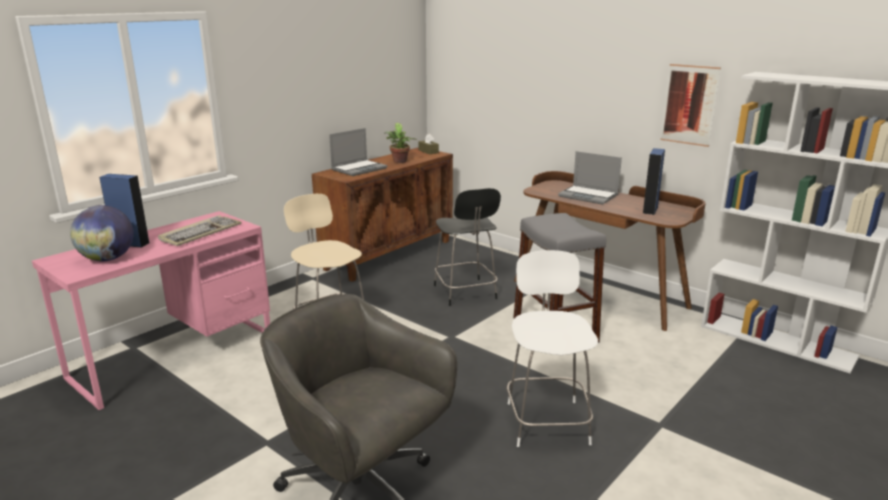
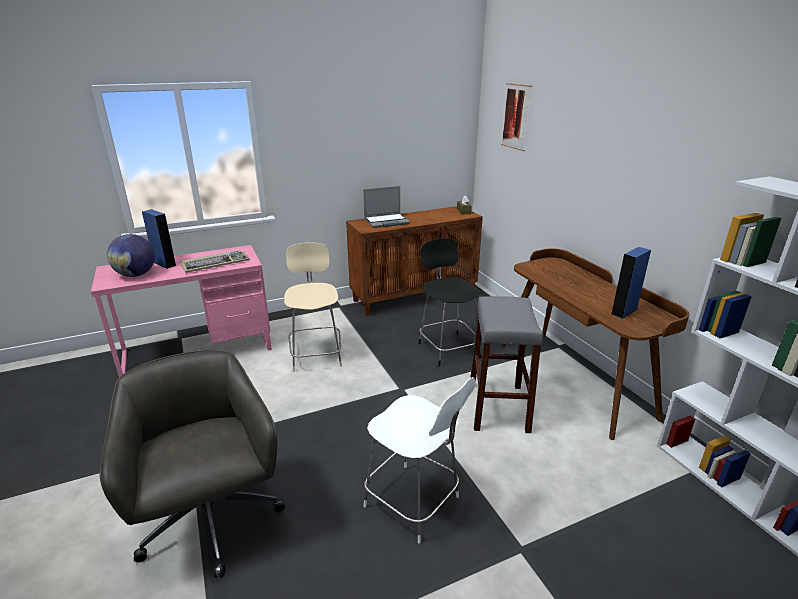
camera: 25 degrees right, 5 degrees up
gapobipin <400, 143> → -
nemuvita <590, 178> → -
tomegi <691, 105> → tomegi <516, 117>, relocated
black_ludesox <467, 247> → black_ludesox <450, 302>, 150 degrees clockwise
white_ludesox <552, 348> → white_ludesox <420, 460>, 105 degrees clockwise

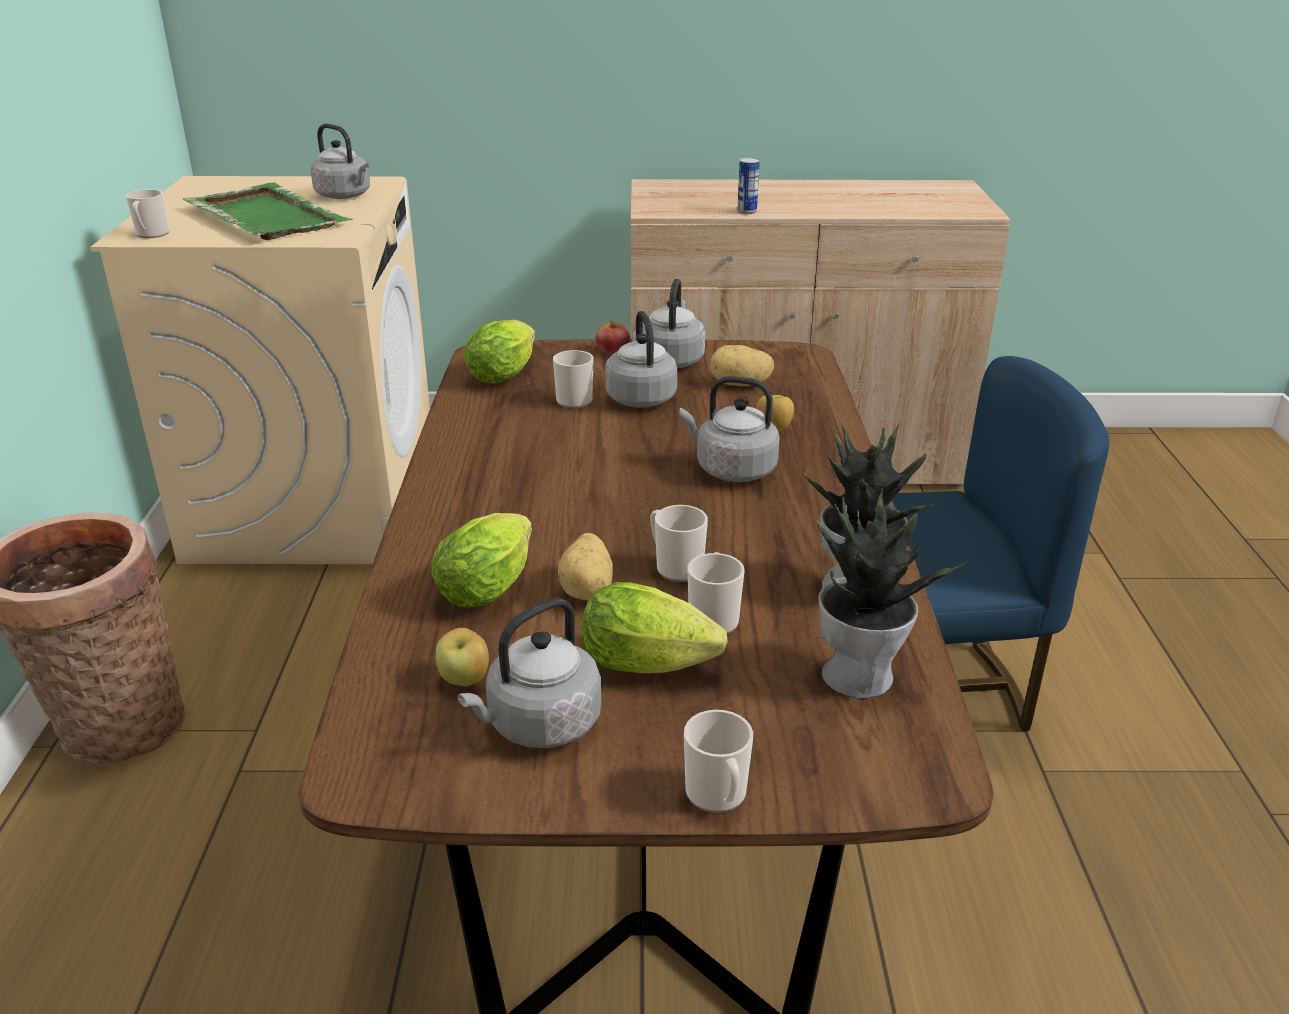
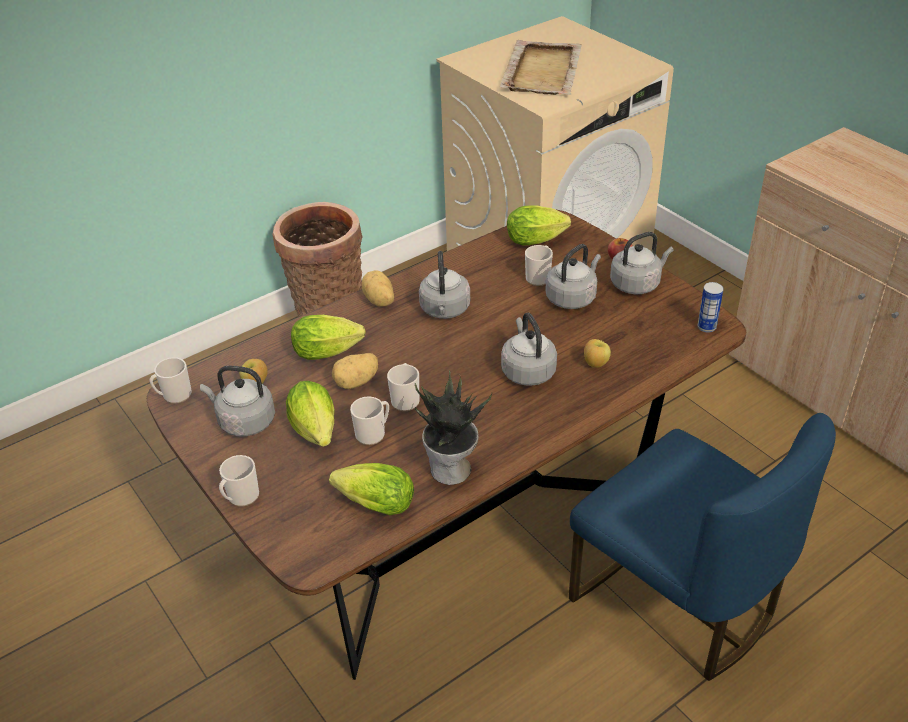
camera: 55 degrees right, 10 degrees up
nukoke <147, 213> → nukoke <171, 380>, relocated
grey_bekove <340, 161> → grey_bekove <444, 285>, relocated
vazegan <742, 365> → vazegan <378, 288>, relocated
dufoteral <748, 186> → dufoteral <710, 307>, relocated
gapobipin <891, 592> → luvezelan <371, 489>
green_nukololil <268, 211> → beige_nukololil <541, 67>

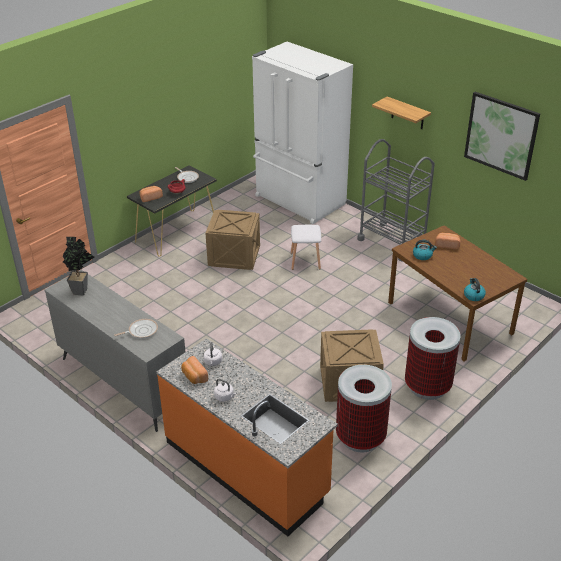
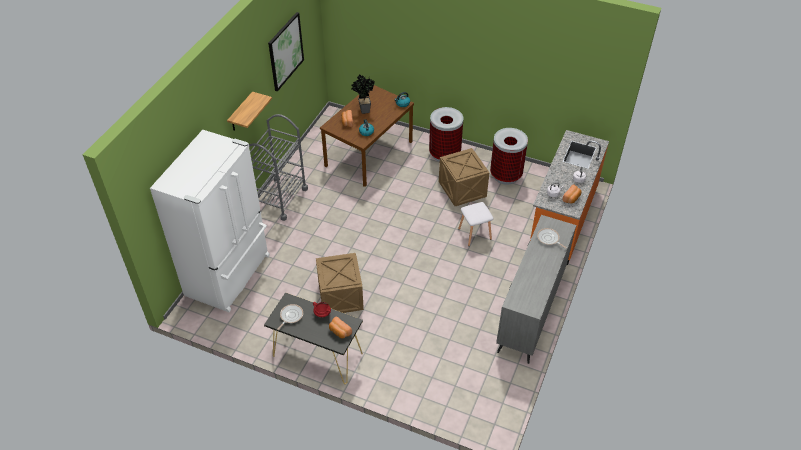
camera: 110 degrees left, 10 degrees up
gapobipin <79, 266> → gapobipin <363, 94>, relocated
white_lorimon <306, 247> → white_lorimon <475, 224>, relocated

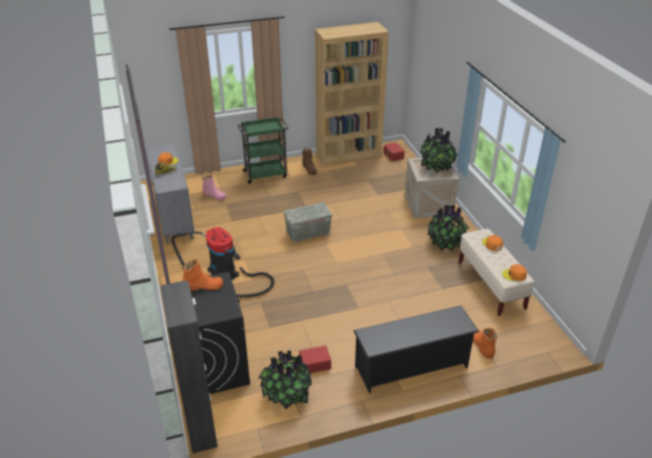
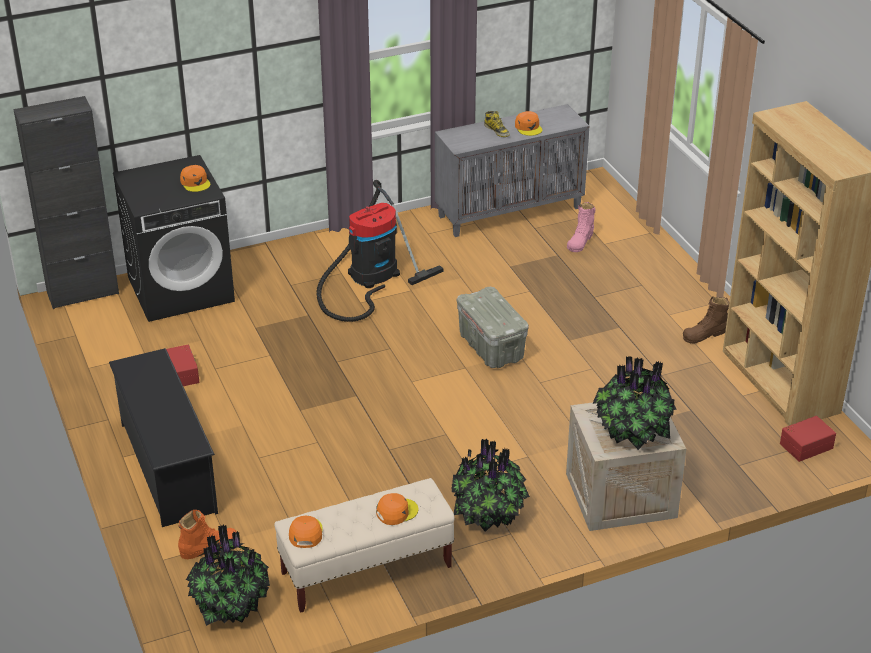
camera: 85 degrees right, 0 degrees up
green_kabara <263, 150> → -
gapobipin <285, 379> → gapobipin <228, 575>, relocated
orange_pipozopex <202, 275> → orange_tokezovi <195, 178>

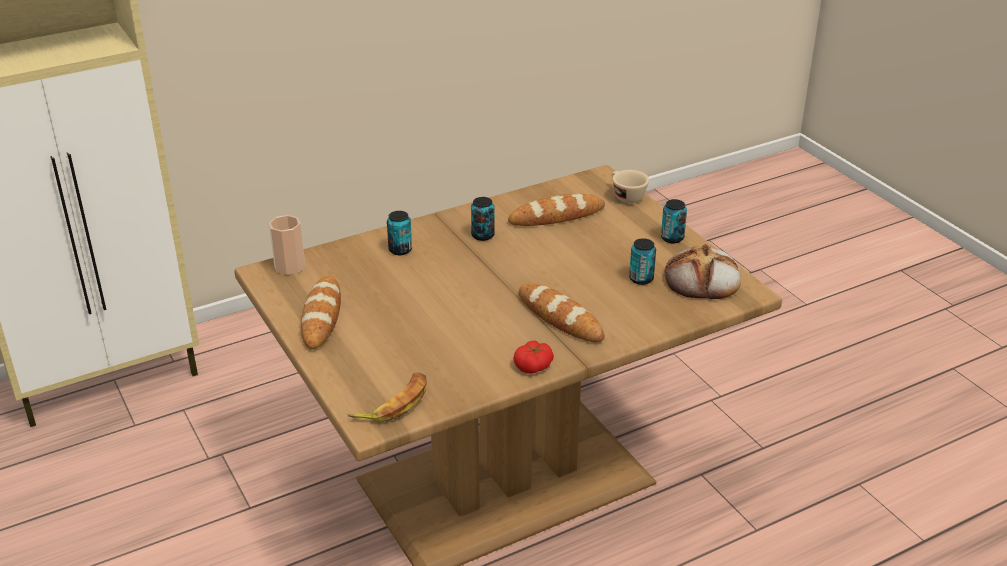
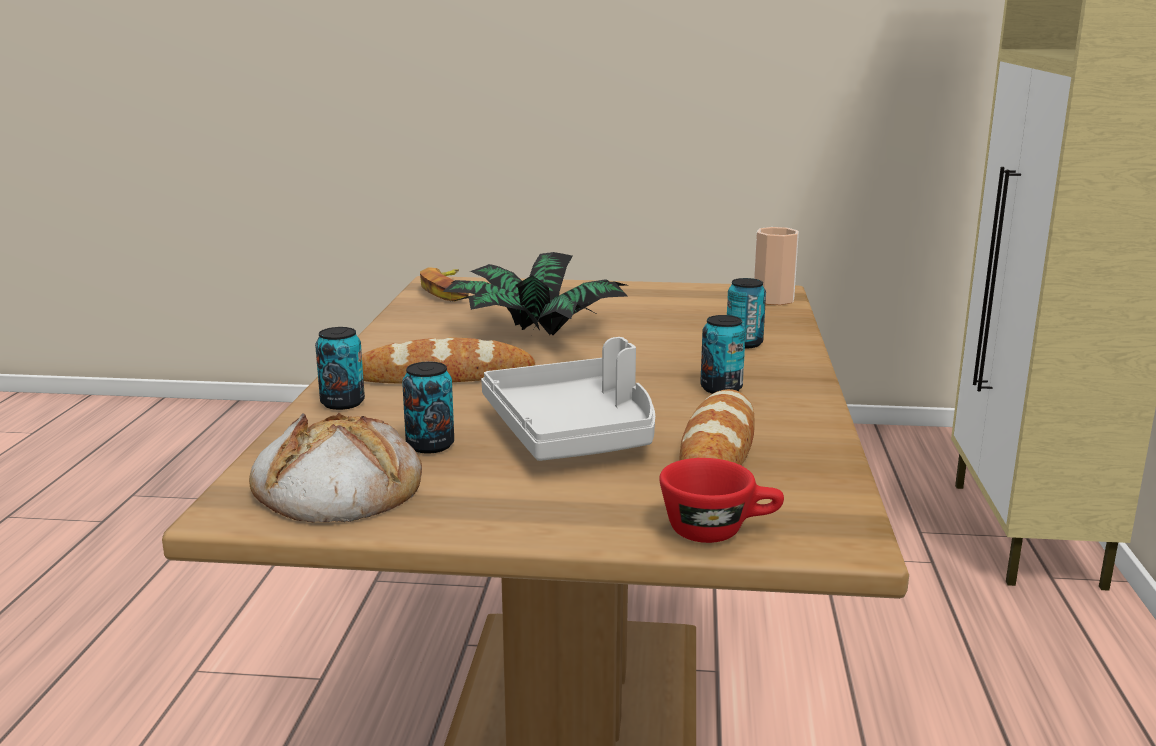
camera: 125 degrees right, 15 degrees down
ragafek <321, 312> → -
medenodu <533, 357> → -
- → gapobipin <535, 293>
- → grey_nukololil <568, 399>
dufoteral <674, 221> → dufoteral <340, 368>, relocated
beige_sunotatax <630, 186> → red_sunotatax <721, 500>

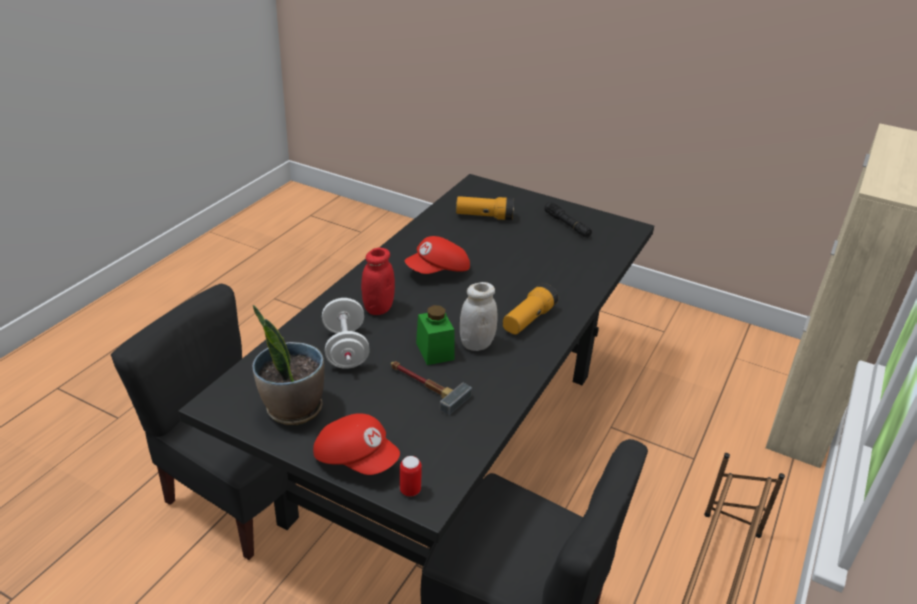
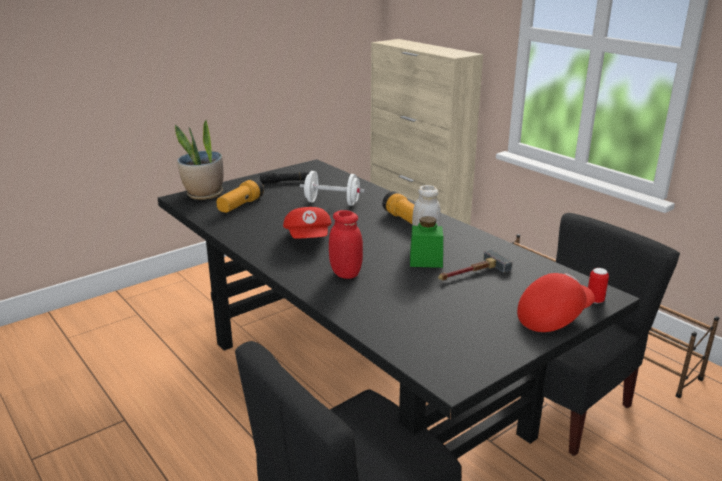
camera: 65 degrees left, 10 degrees down
gapobipin <288, 365> → gapobipin <199, 159>, relocated
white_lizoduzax <346, 333> → white_lizoduzax <332, 188>, relocated

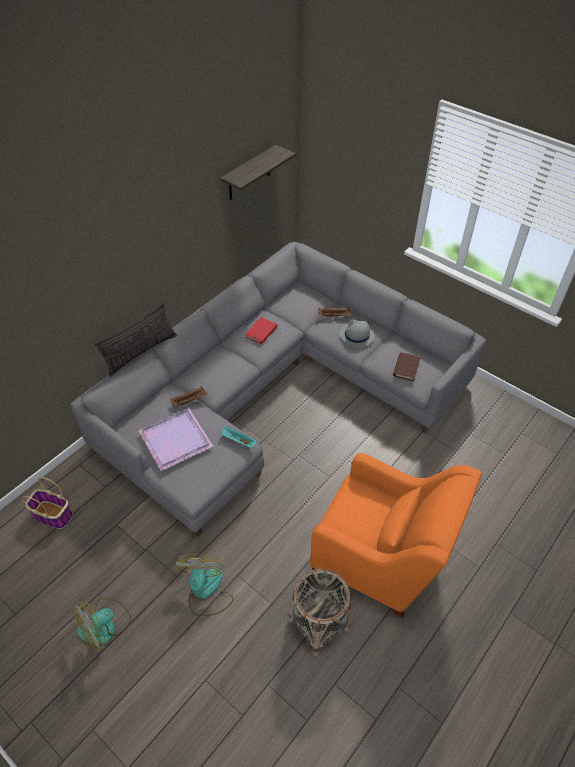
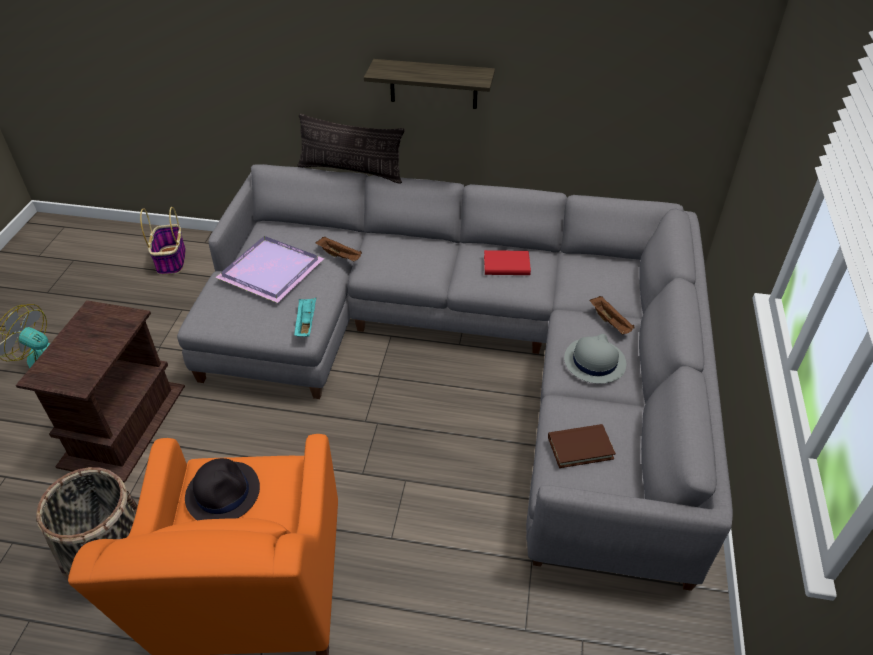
camera: 60 degrees right, 5 degrees down
- → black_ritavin <222, 489>
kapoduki <258, 172> → kapoduki <429, 84>, relocated
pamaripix <203, 585> → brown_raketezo <100, 391>

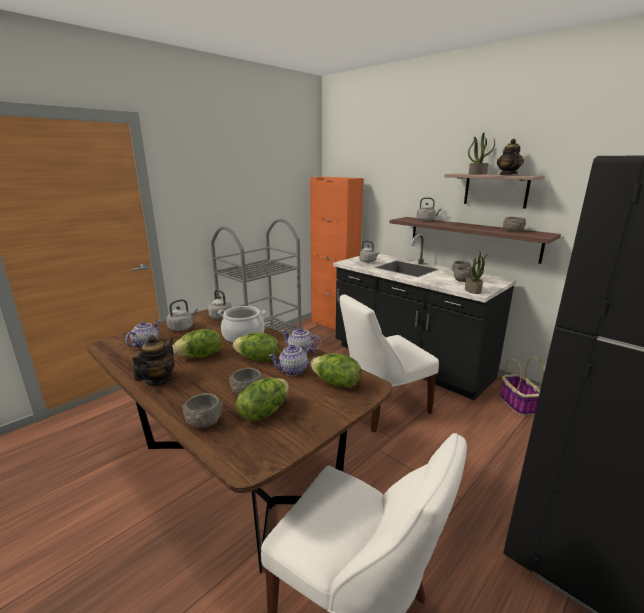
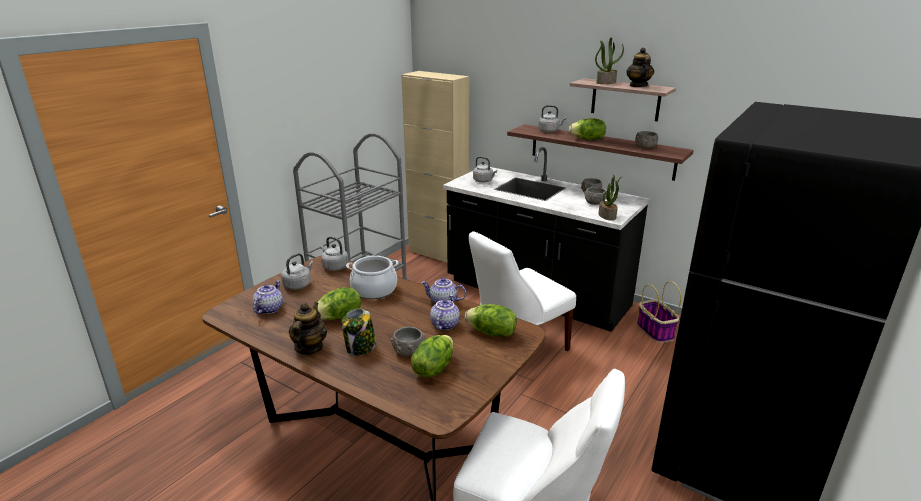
camera: 10 degrees left, 5 degrees up
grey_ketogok <202, 410> → -
- → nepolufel <358, 332>
luvezelan <256, 347> → luvezelan <587, 129>, relocated
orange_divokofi <336, 253> → beige_divokofi <435, 167>
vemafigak <292, 360> → vemafigak <445, 312>, 135 degrees clockwise

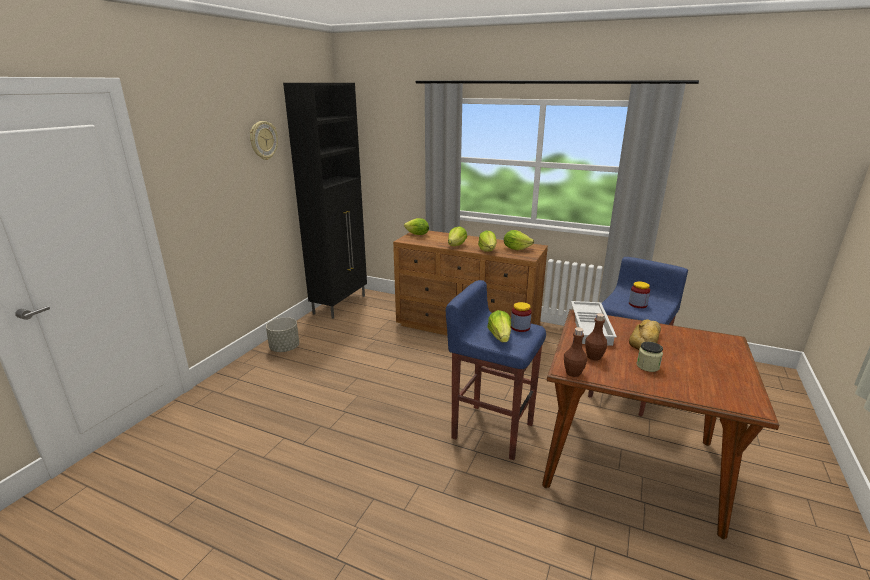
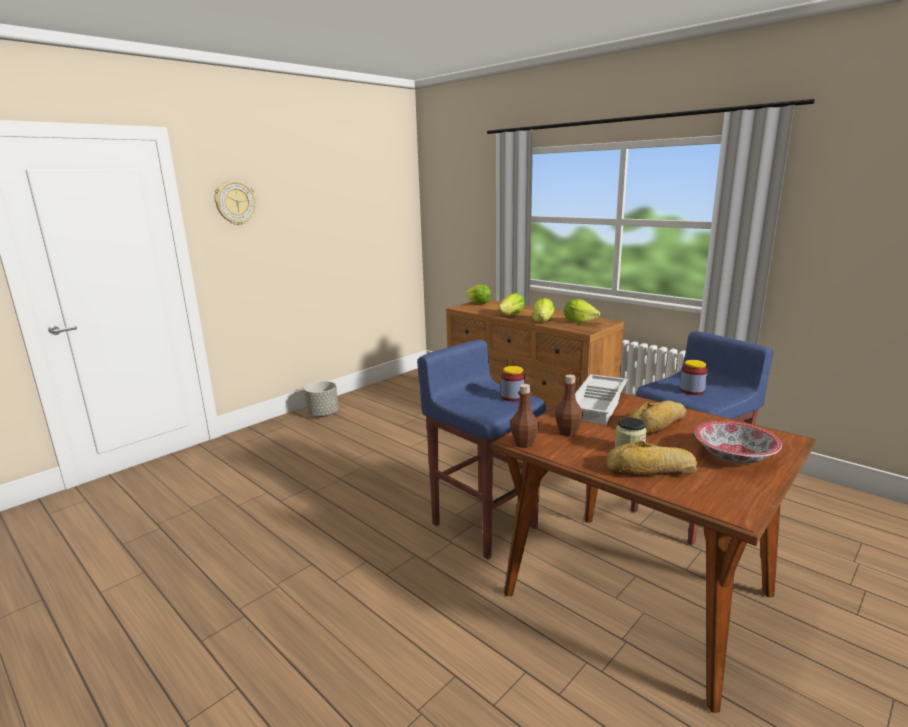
camera: 20 degrees right, 5 degrees down
black_divokofi <325, 201> → -
luvezelan <499, 326> → -
- → ragafek <651, 458>
- → ketogok <738, 442>
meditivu <264, 140> → meditivu <235, 202>, relocated

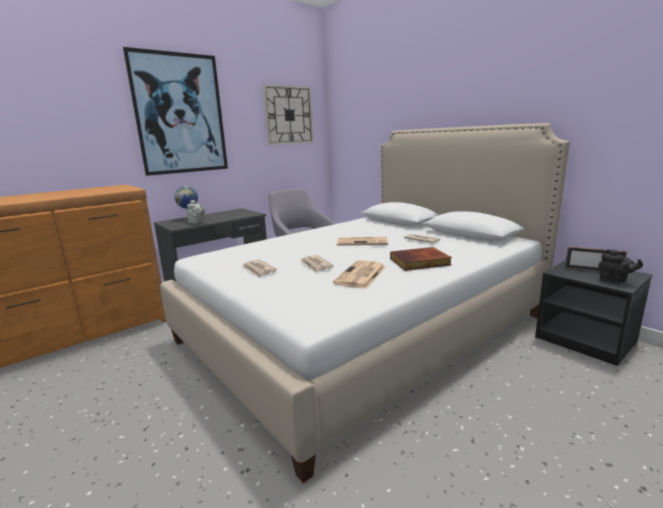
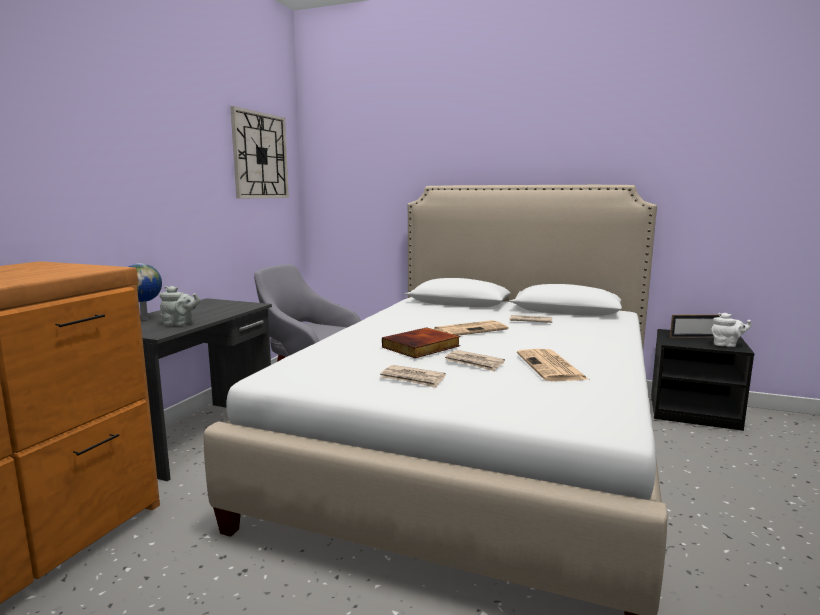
camera: 30 degrees left, 5 degrees down
tomegi <175, 111> → -
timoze <421, 259> → timoze <421, 342>, relocated
black_vemafigak <620, 266> → white_vemafigak <731, 330>

